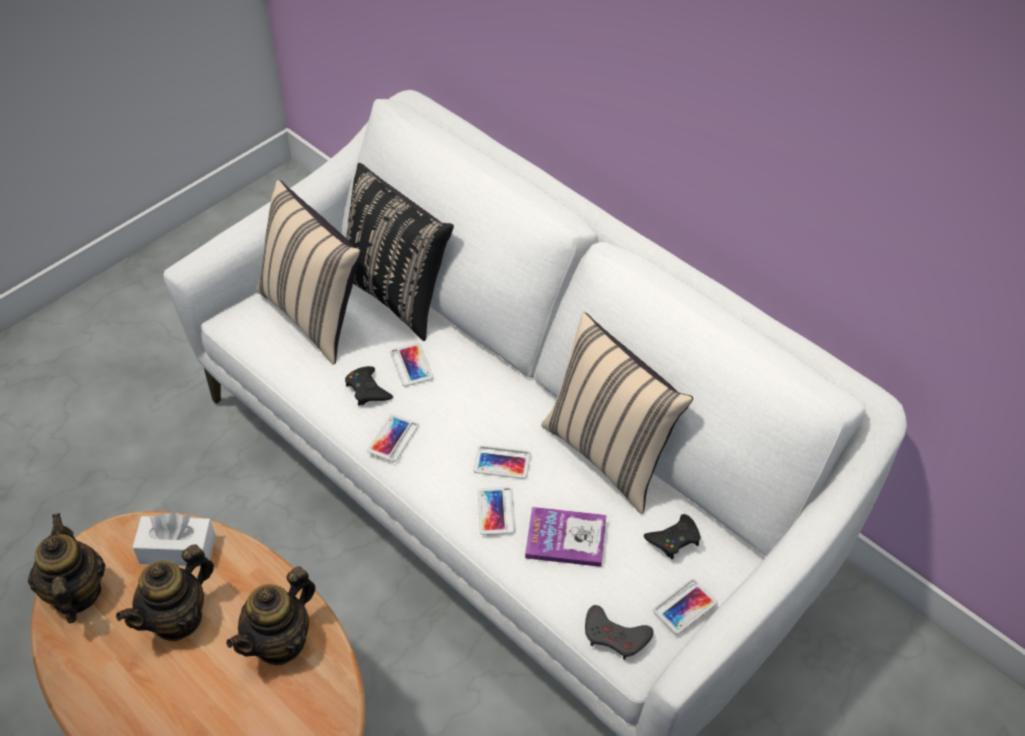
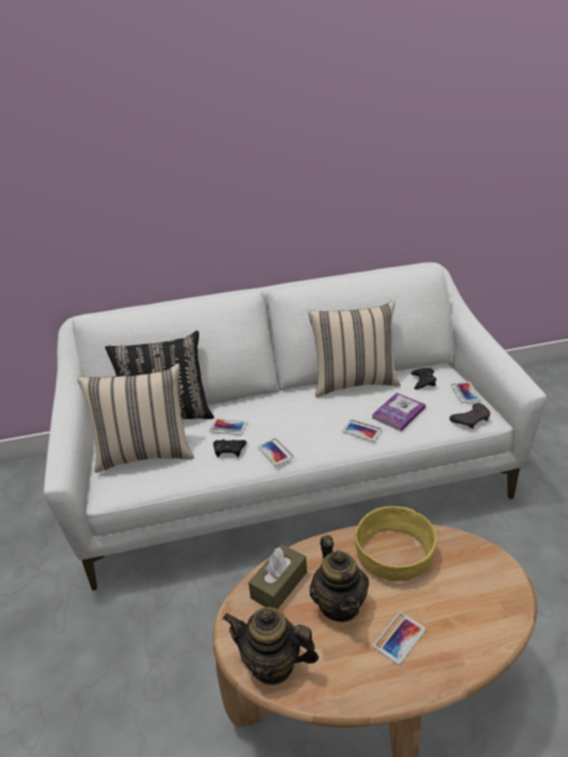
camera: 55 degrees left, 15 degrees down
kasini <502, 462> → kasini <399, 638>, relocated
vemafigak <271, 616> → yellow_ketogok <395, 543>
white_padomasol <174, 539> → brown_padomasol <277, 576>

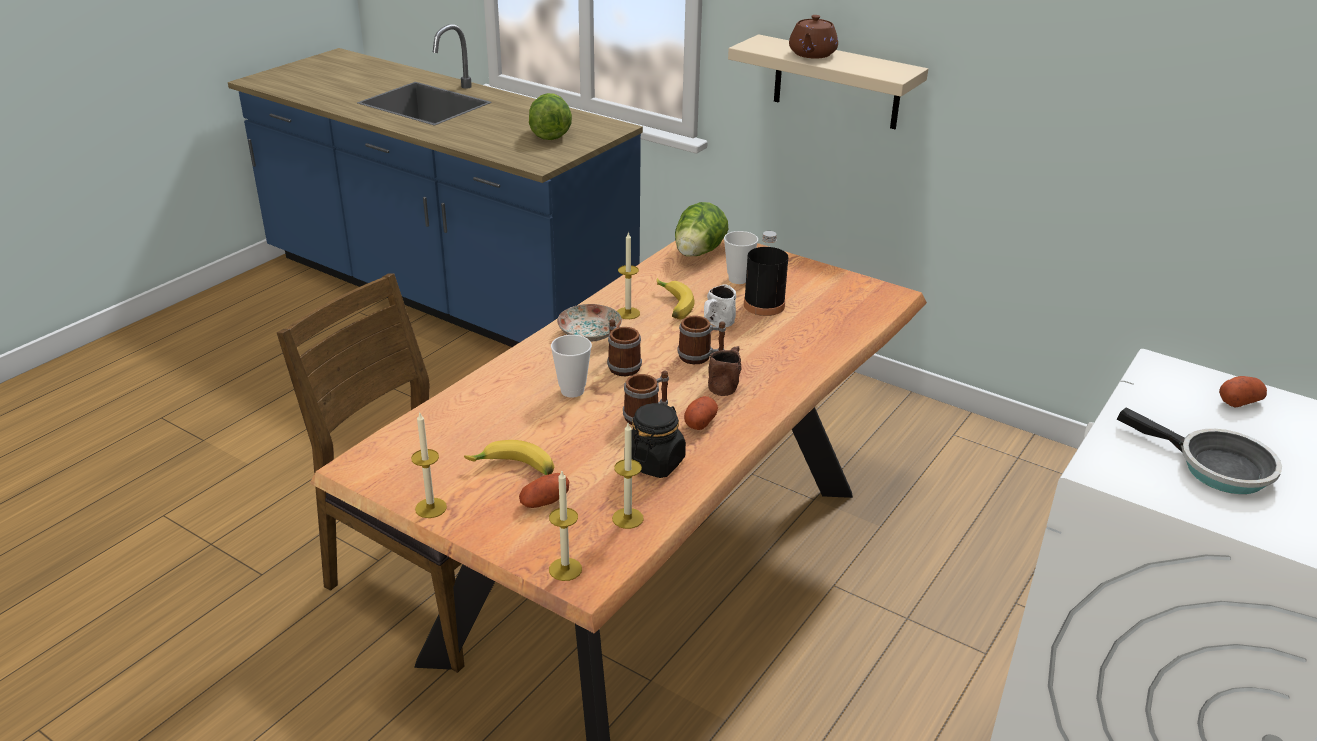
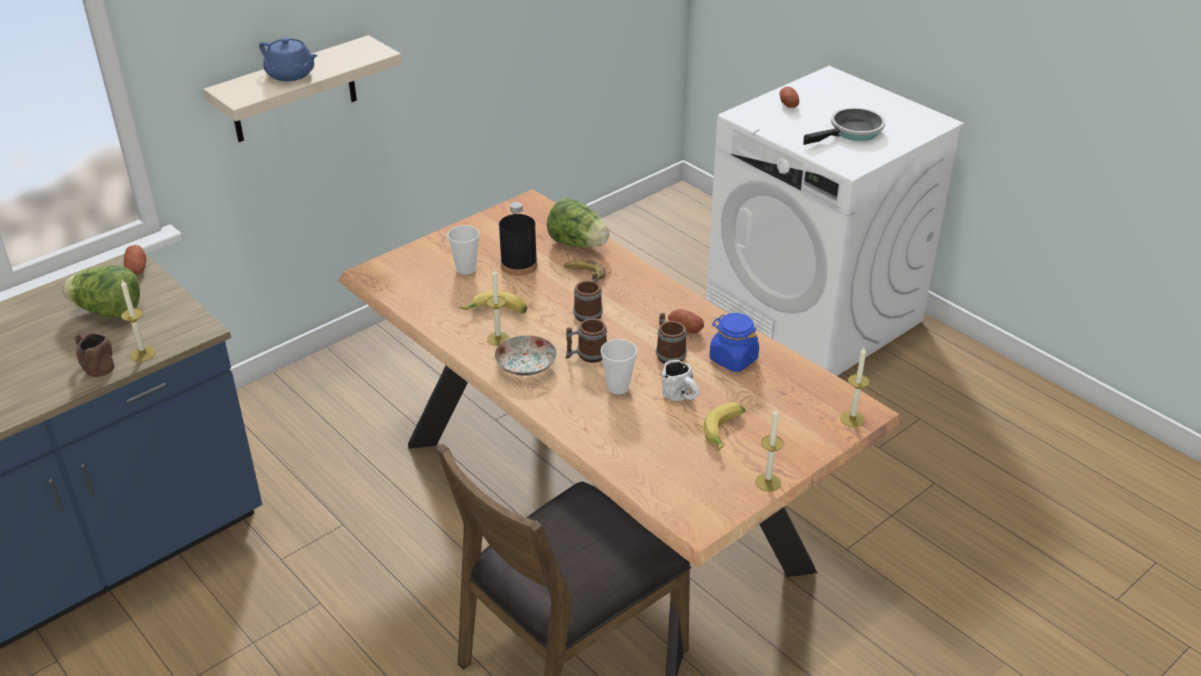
camera: 75 degrees left, 5 degrees up
- → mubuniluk <585, 270>
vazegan <544, 490> → vazegan <135, 259>, relocated
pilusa <628, 476> → pilusa <138, 321>, relocated
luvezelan <701, 229> → luvezelan <578, 222>, relocated
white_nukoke <720, 305> → white_nukoke <681, 380>, relocated
brown_nukoke <725, 371> → brown_nukoke <94, 354>, relocated
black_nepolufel <655, 440> → blue_nepolufel <734, 342>
brown_vemafigak <813, 37> → blue_vemafigak <288, 59>

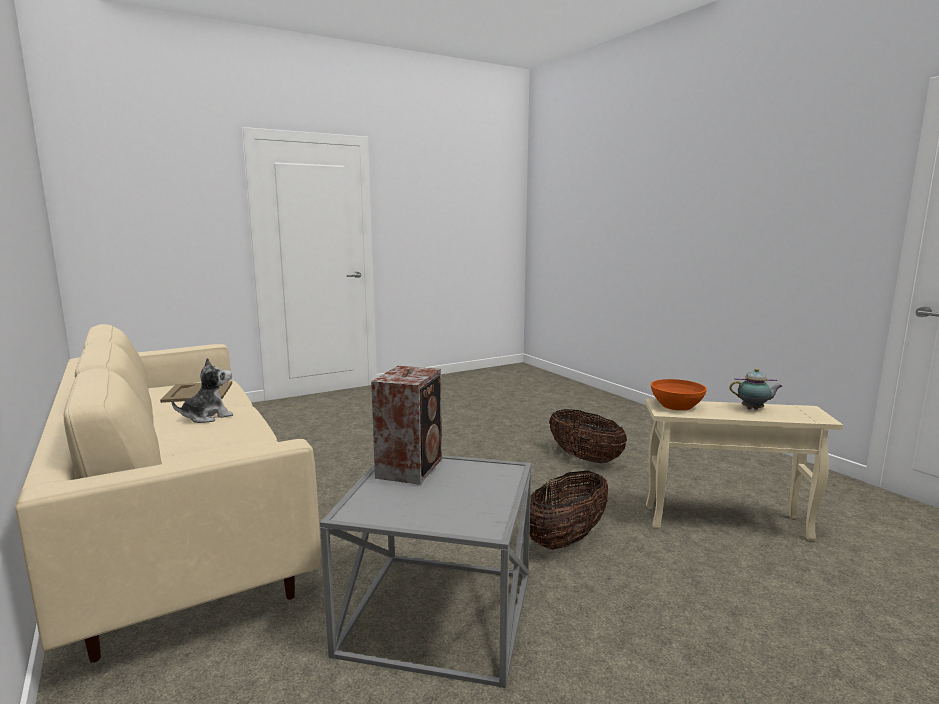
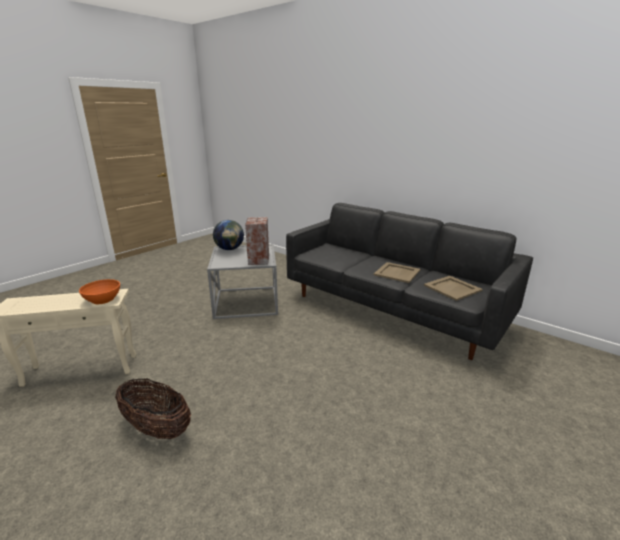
camera: 160 degrees right, 10 degrees up
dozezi <568, 510> → -
vemafigak <755, 389> → -
- → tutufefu <228, 235>
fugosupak <202, 390> → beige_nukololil <397, 272>
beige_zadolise <168, 493> → black_zadolise <409, 281>

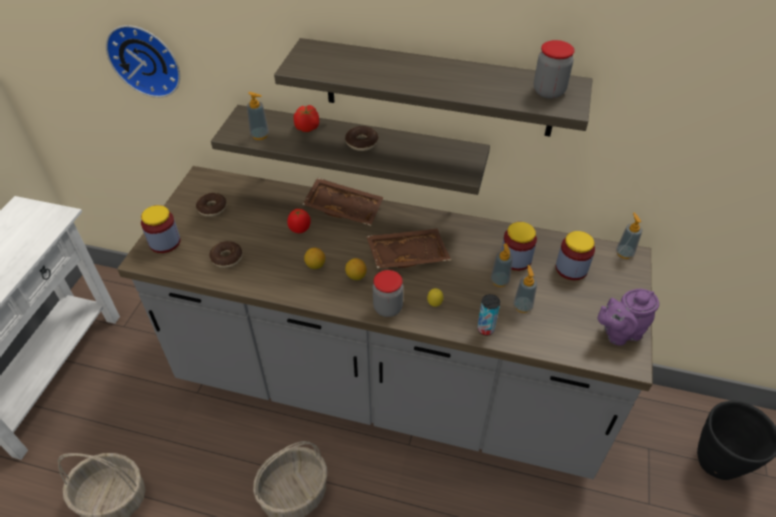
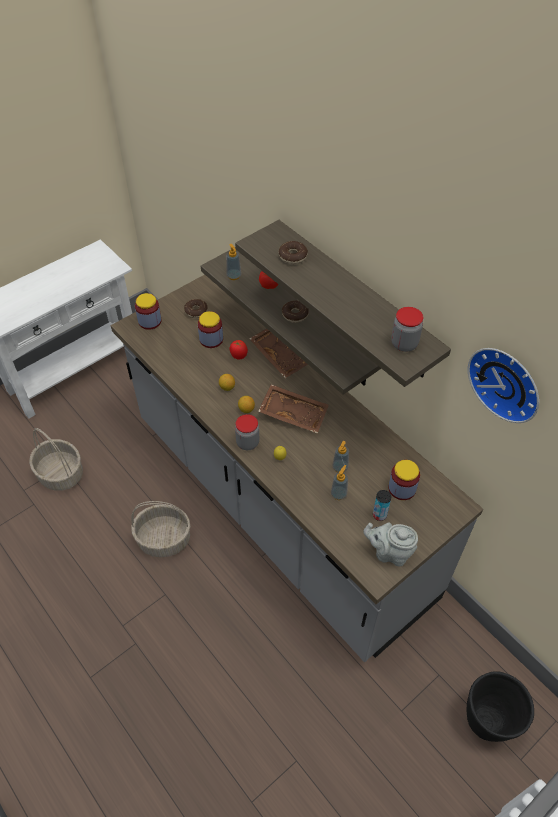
camera: 35 degrees right, 5 degrees up
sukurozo <629, 236> → -
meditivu <143, 61> → meditivu <503, 385>, relocated
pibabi <226, 254> → pibabi <293, 252>, relocated
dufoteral <488, 315> → dufoteral <382, 505>, relocated
nepolufel <519, 246> → nepolufel <210, 329>, relocated
purple_vemafigak <628, 317> → grey_vemafigak <390, 545>

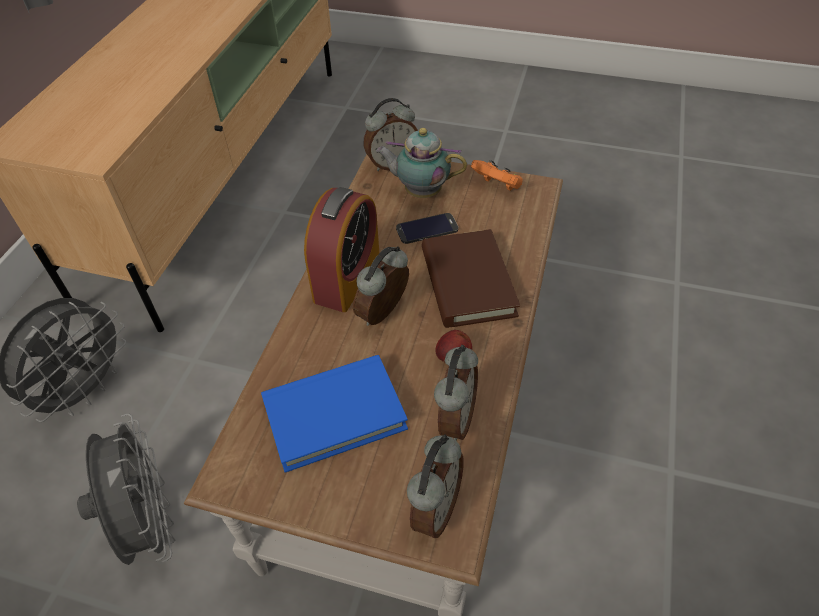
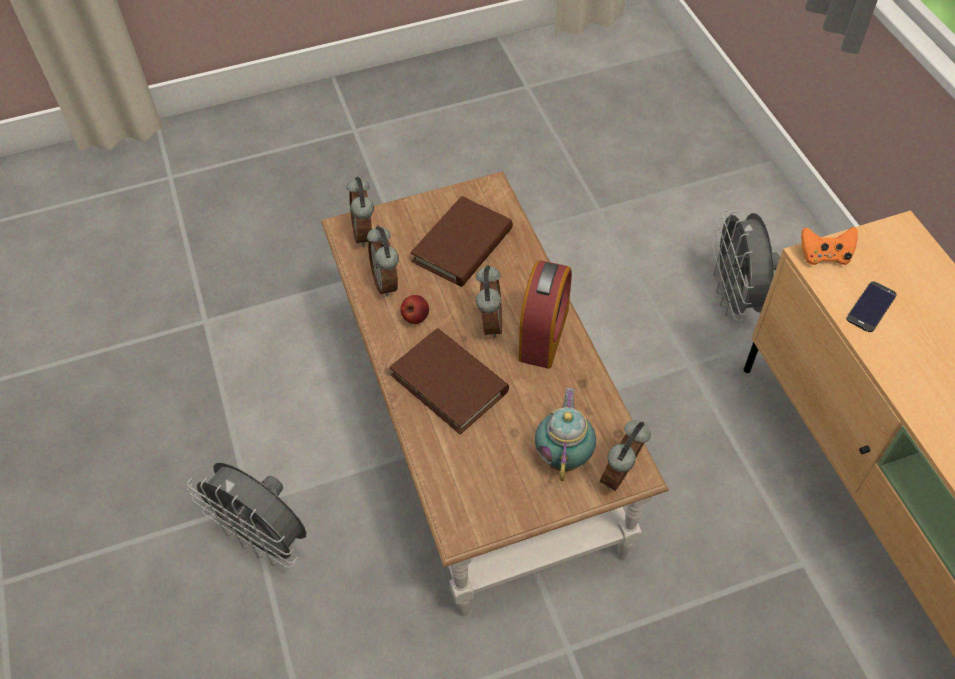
camera: 145 degrees right, 5 degrees up
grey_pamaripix <126, 489> → grey_pamaripix <247, 515>, relocated
kasini <427, 228> → kasini <872, 306>, relocated
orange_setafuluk <497, 175> → orange_setafuluk <829, 246>, relocated
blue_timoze <334, 414> → brown_timoze <461, 241>
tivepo <341, 249> → tivepo <545, 314>, 150 degrees counterclockwise
vemafigak <421, 163> → vemafigak <565, 434>, 60 degrees counterclockwise

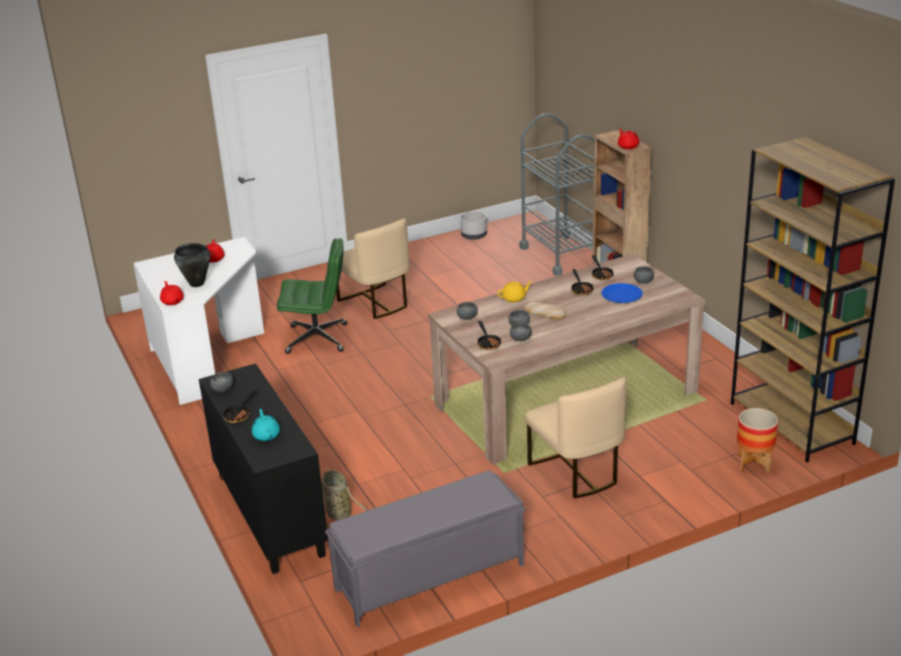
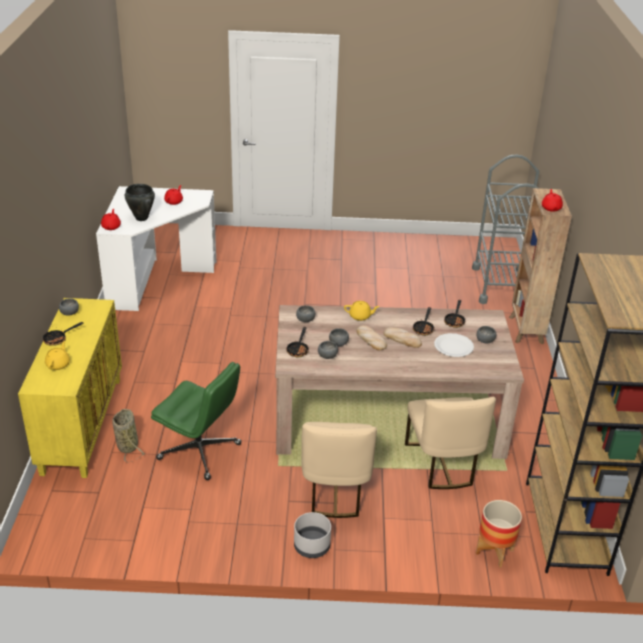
camera: 25 degrees right, 5 degrees up
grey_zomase <425, 548> → -
- → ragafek <402, 337>
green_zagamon <312, 296> → green_zagamon <196, 421>, relocated
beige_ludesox <372, 268> → beige_ludesox <450, 443>, relocated
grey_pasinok <473, 225> → grey_pasinok <312, 535>, relocated
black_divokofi <263, 468> → yellow_divokofi <70, 388>
turquoise_vemafigak <266, 425> → yellow_vemafigak <57, 355>
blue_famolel <622, 293> → white_famolel <454, 345>

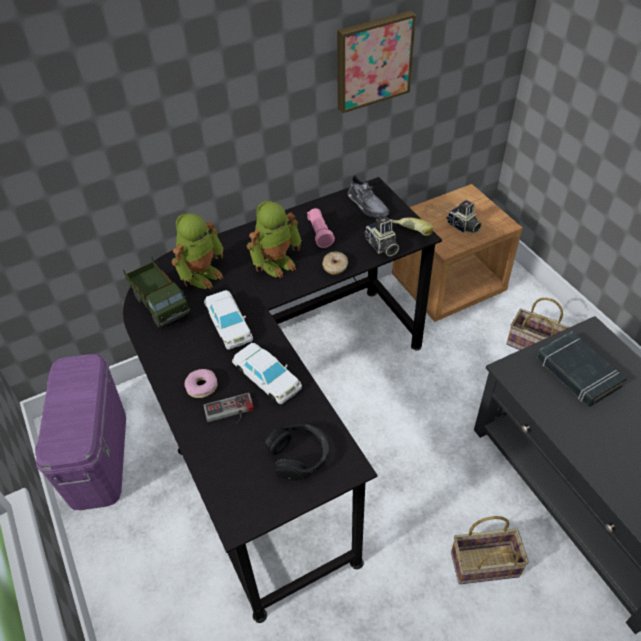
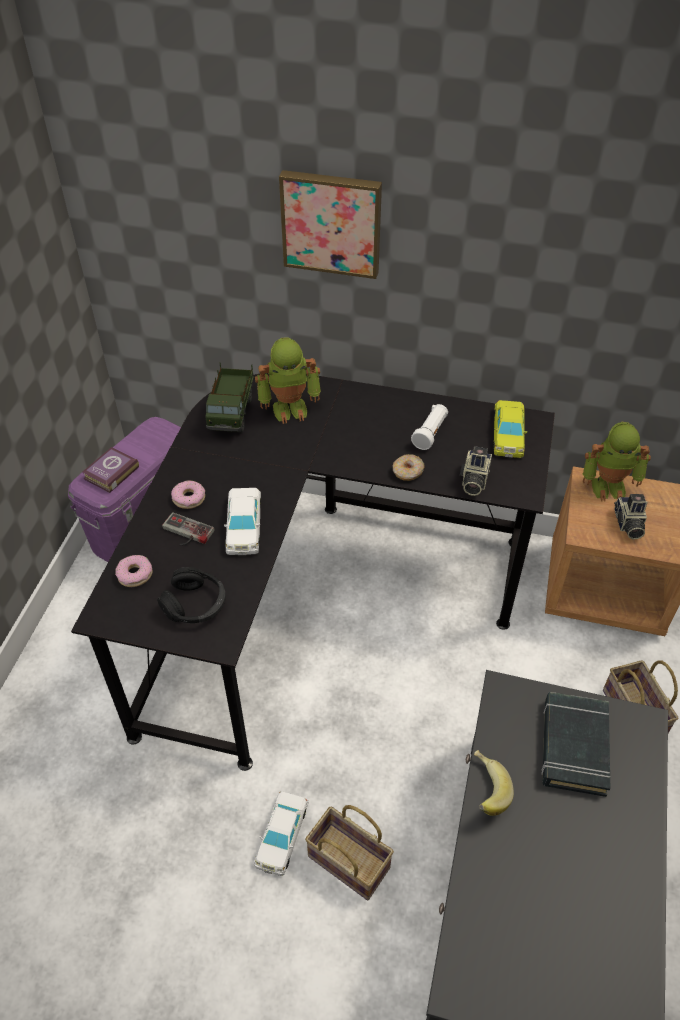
camera: 40 degrees right, 0 degrees up
- → timoze <110, 470>
- → pibabi <134, 571>
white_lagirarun <228, 319> → white_lagirarun <281, 833>, relocated
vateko <274, 239> → vateko <617, 461>, relocated
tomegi <376, 62> → tomegi <330, 224>, relocated
mubuniluk <411, 227> → mubuniluk <494, 783>, relocated
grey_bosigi <368, 196> → yellow_lagirarun <510, 429>
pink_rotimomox <321, 228> → white_rotimomox <429, 427>

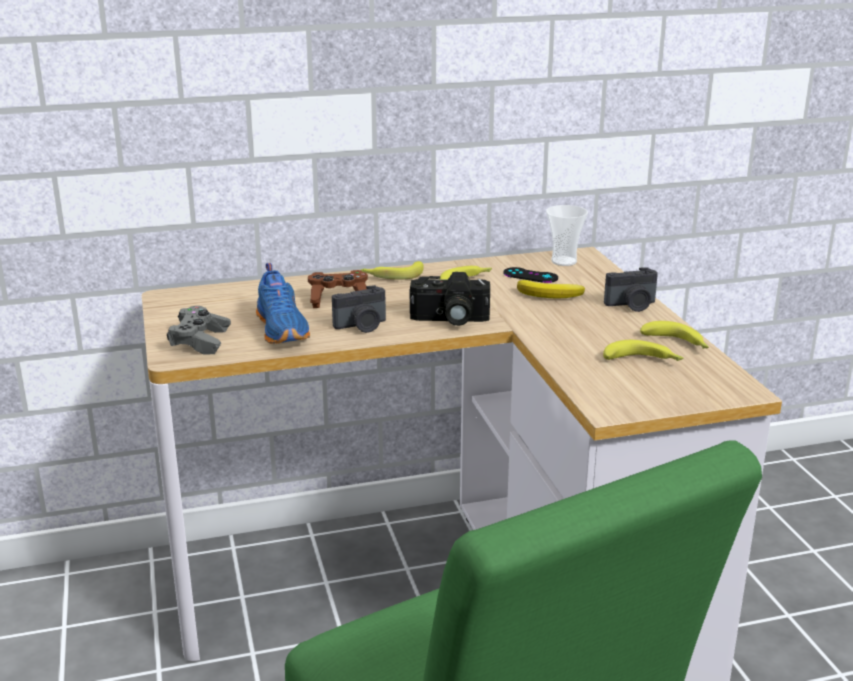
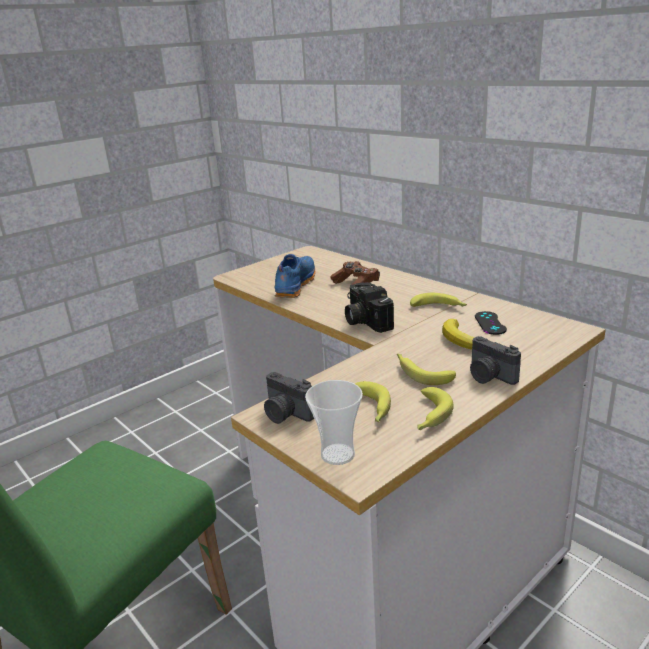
camera: 65 degrees right, 0 degrees up
grey_setafuluk <199, 330> → -
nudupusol <359, 309> → nudupusol <289, 398>, relocated
mubuniluk <392, 270> → mubuniluk <426, 369>, relocated
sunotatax <567, 235> → sunotatax <334, 422>, relocated
blue_bosigi <283, 303> → blue_bosigi <294, 276>, 150 degrees clockwise

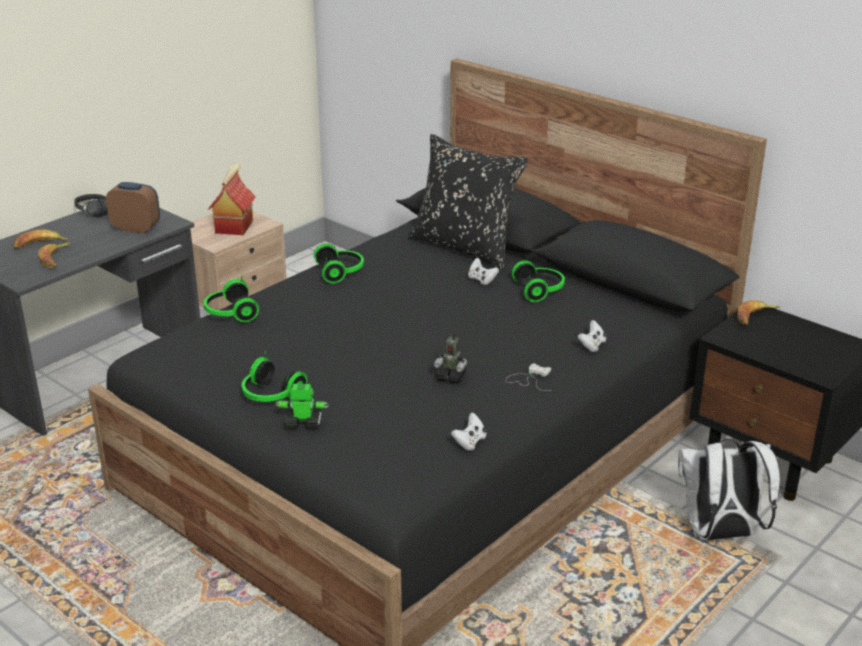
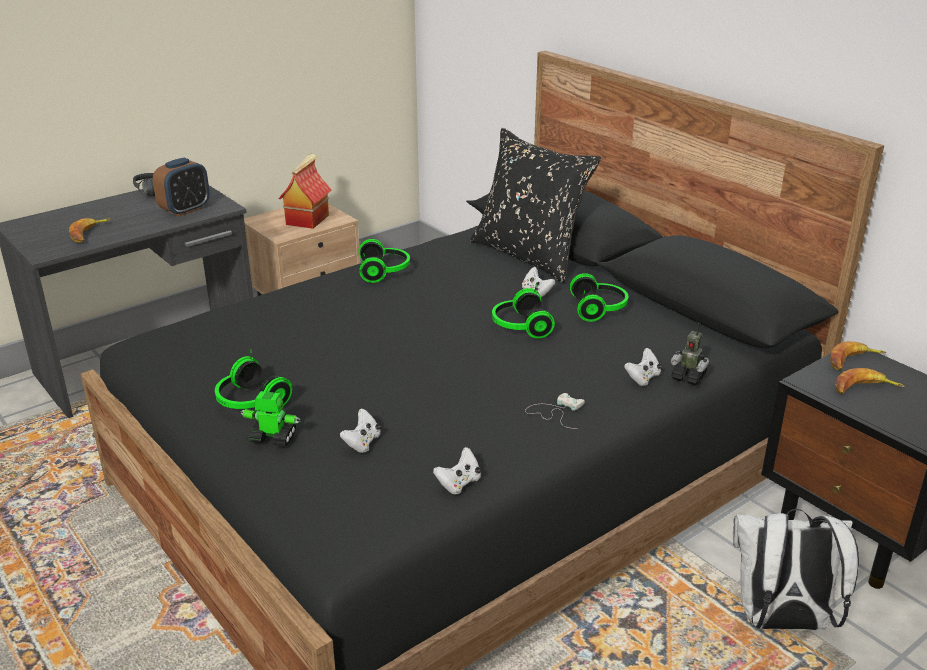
camera: 10 degrees right, 0 degrees up
- → white_setafuluk <360, 430>
mubuniluk <41, 239> → mubuniluk <869, 381>, relocated
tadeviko <231, 298> → tadeviko <523, 310>, relocated
vateko <450, 356> → vateko <690, 354>, relocated
tivepo <133, 207> → tivepo <181, 187>, 105 degrees clockwise

